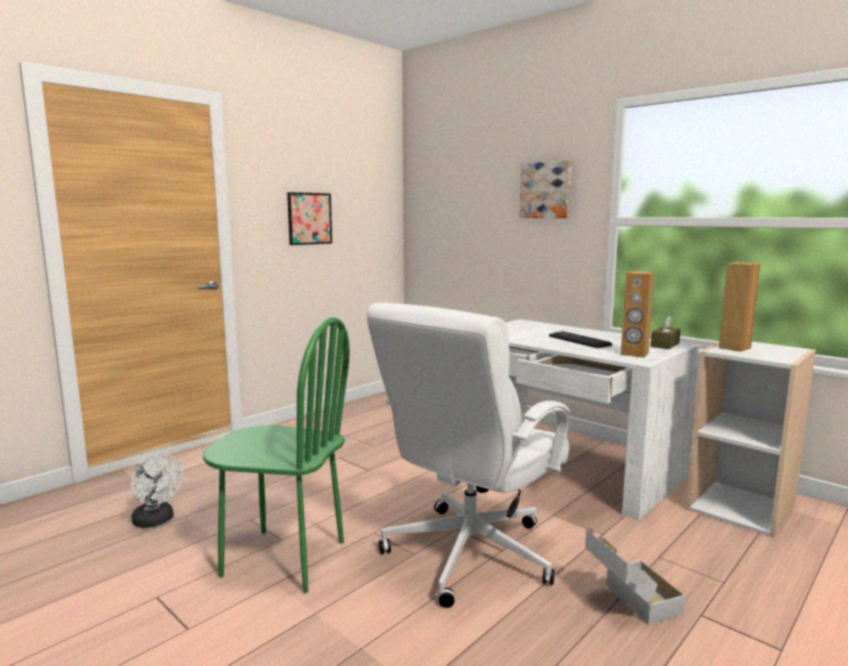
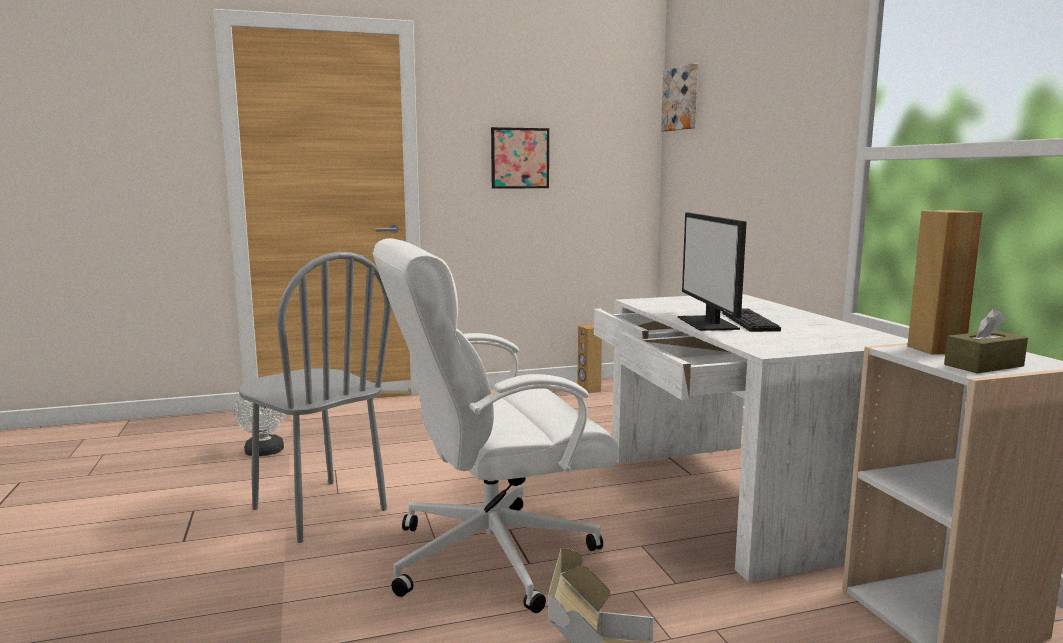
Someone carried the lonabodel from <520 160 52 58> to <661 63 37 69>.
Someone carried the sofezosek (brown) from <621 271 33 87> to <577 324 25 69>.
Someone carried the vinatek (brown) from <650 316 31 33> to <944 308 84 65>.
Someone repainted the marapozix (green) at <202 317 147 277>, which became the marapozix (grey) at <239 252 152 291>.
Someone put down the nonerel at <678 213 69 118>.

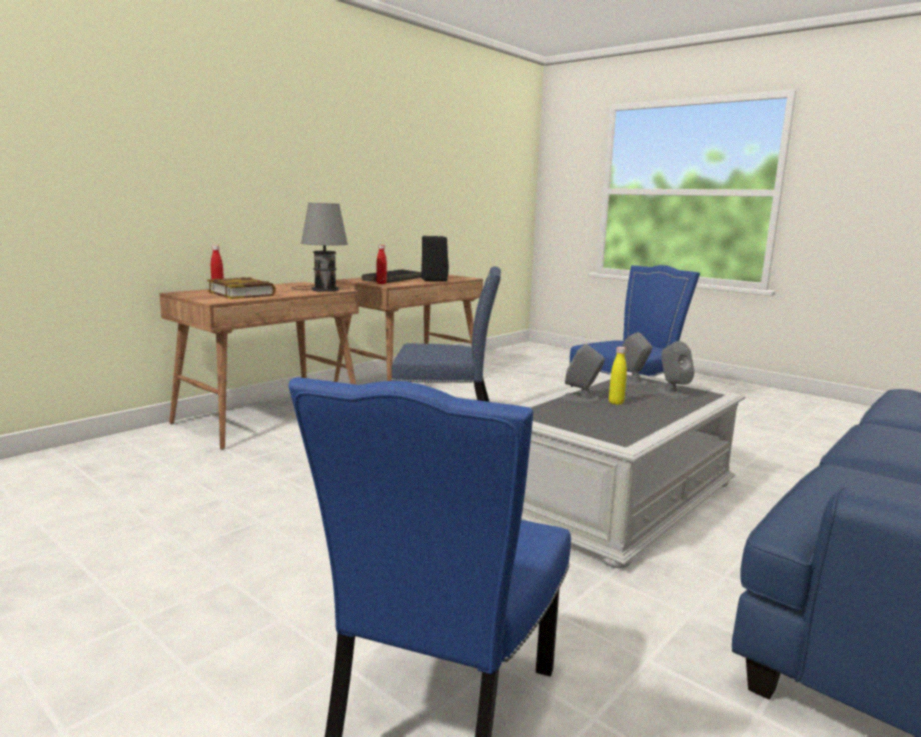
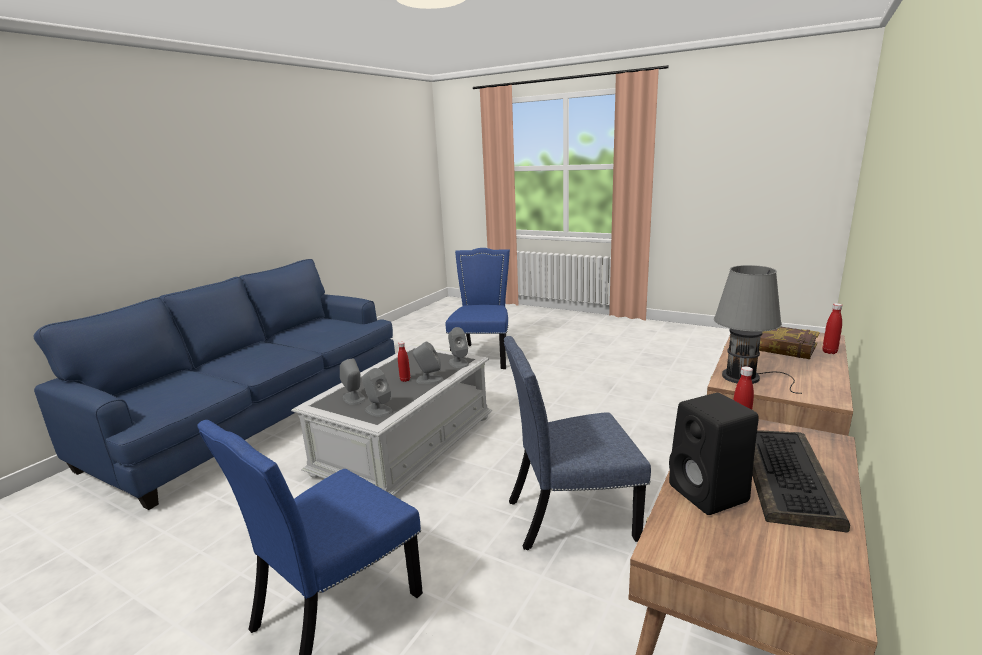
Someone repainted the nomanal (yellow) at <609 347 18 58>, which became the nomanal (red) at <398 342 12 40>.
Someone put down the sofezosek (grey) at <448 327 21 41>.

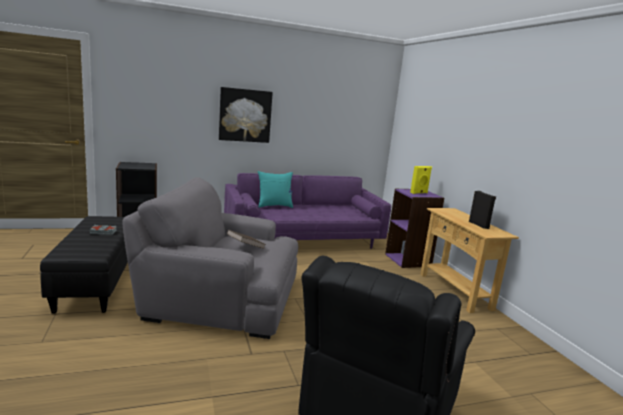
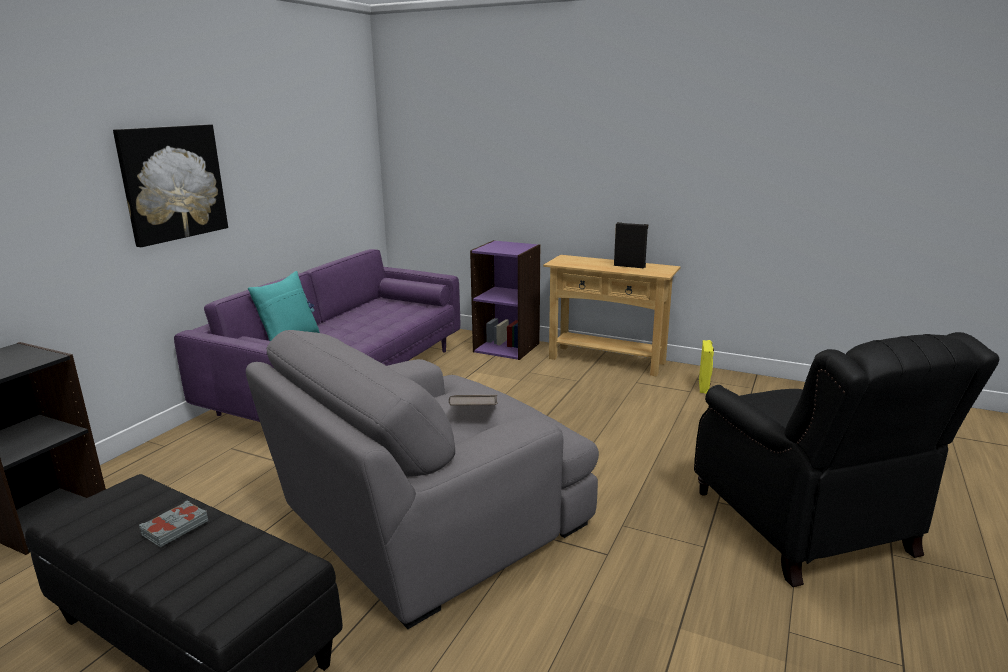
Someone carried the sofezosek (yellow) from <410 166 22 28> to <699 340 15 54>.

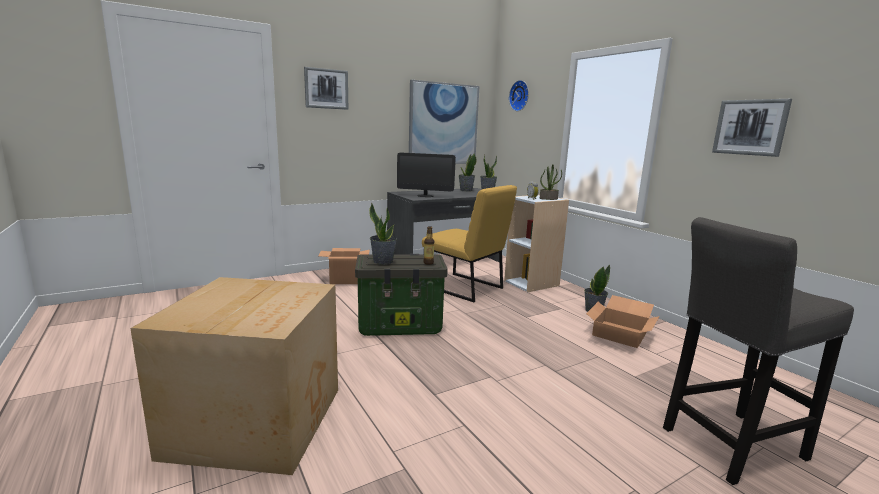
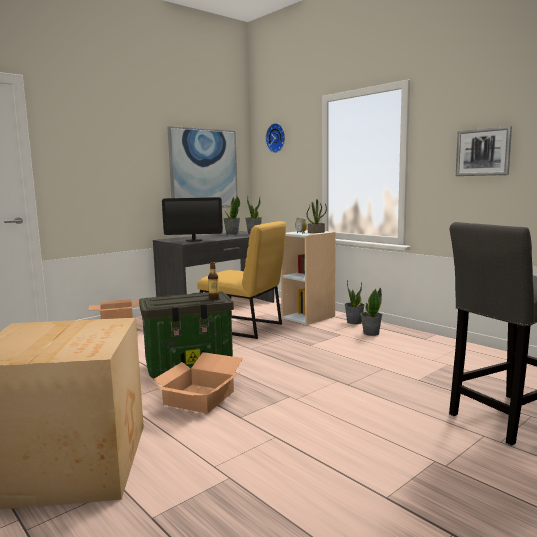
Someone took away the lonabodel at <304 67 44 43>.
Someone carried the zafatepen from <369 203 28 62> to <344 280 21 44>.
Someone carried the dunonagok from <586 295 73 53> to <149 352 94 62>.

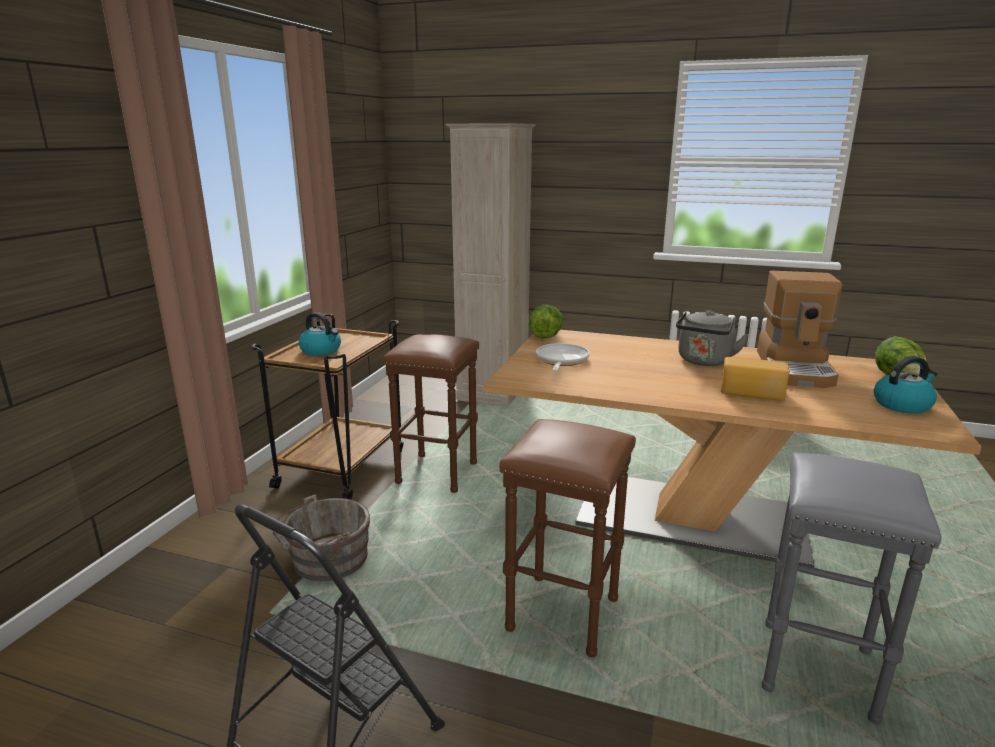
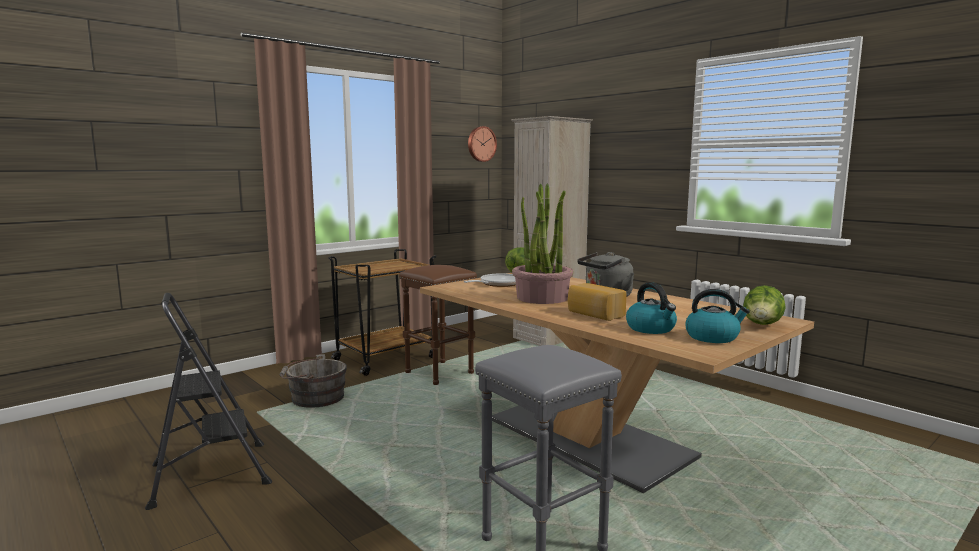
Someone took away the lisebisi at <757 271 86 117>.
Someone carried the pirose from <299 312 42 44> to <626 282 51 52>.
Someone took away the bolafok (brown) at <499 419 137 238>.
Someone put up the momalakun at <468 126 29 36>.
Someone put down the zafatepen at <512 183 61 121>.

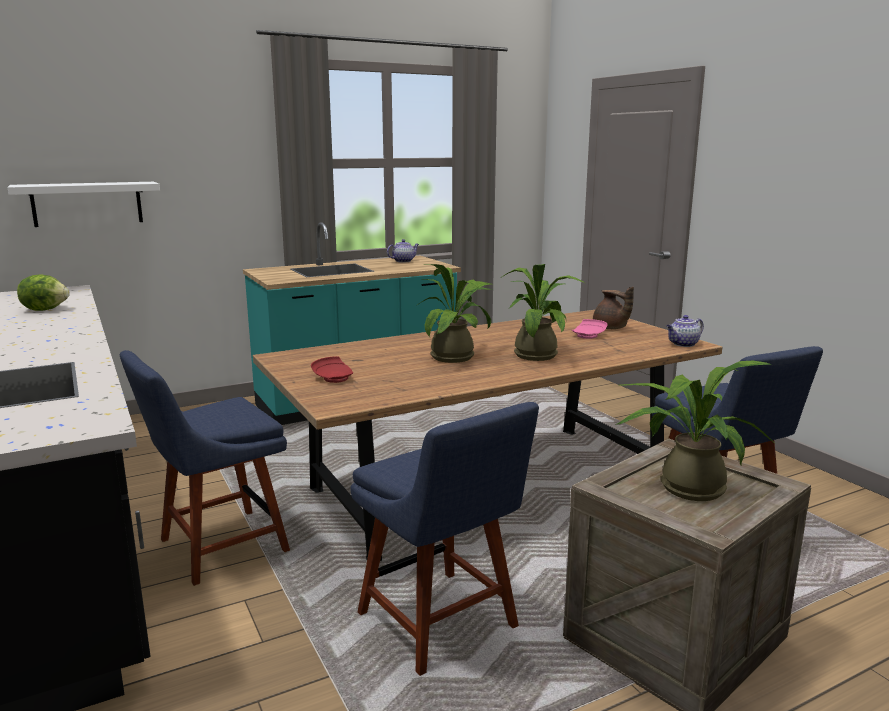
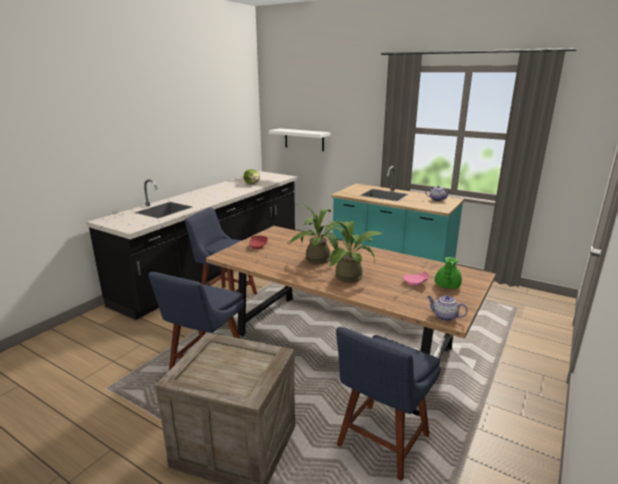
Someone repainted the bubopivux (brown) at <593 287 41 42>, which became the bubopivux (green) at <435 257 27 32>.
Someone took away the zafatepen at <615 360 160 141>.

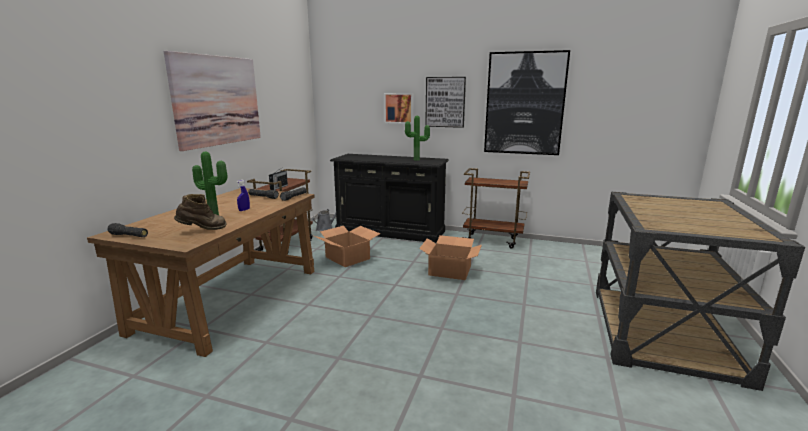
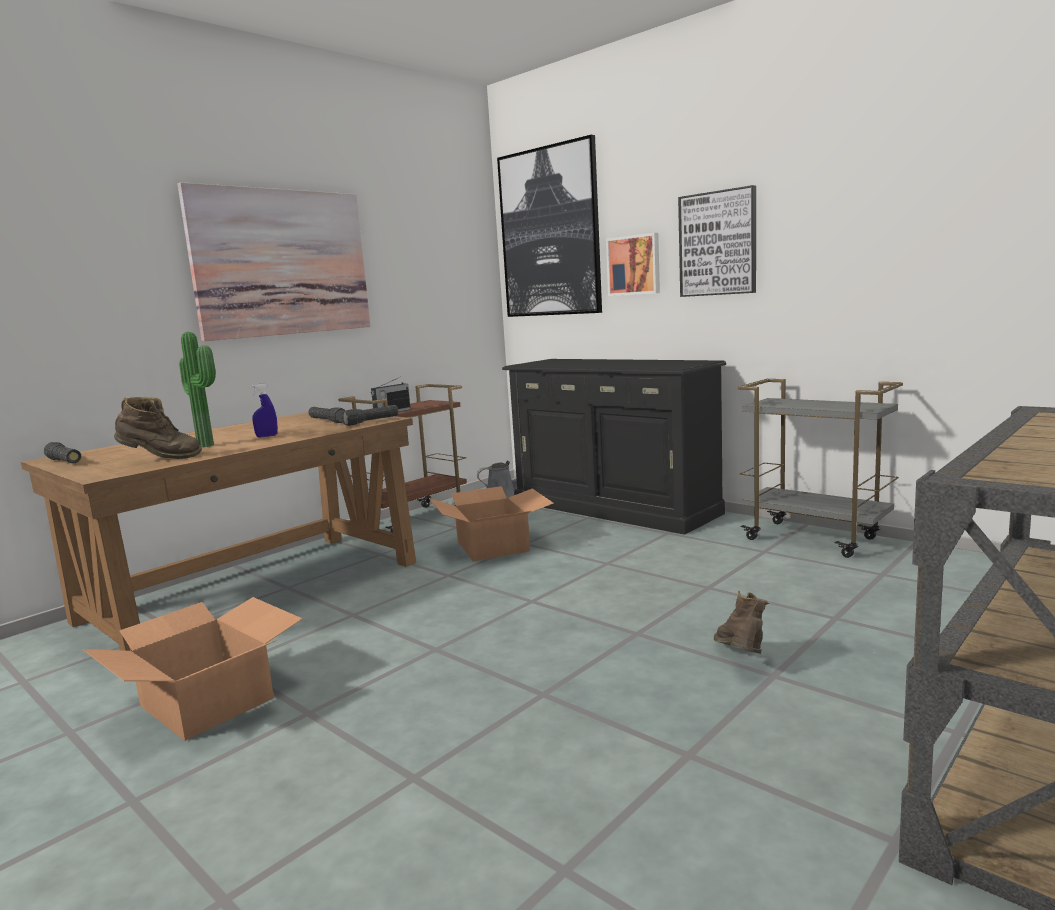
Someone carried the lonabodel from <484 50 86 105> to <497 135 105 182>.
Someone took away the zafatepen at <405 116 25 45>.
Someone repainted the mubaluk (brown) at <462 168 68 81>, which became the mubaluk (grey) at <738 379 165 179>.
Someone carried the dunonagok from <419 235 63 45> to <83 597 220 144>.
Someone put down the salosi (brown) at <714 591 55 63>.

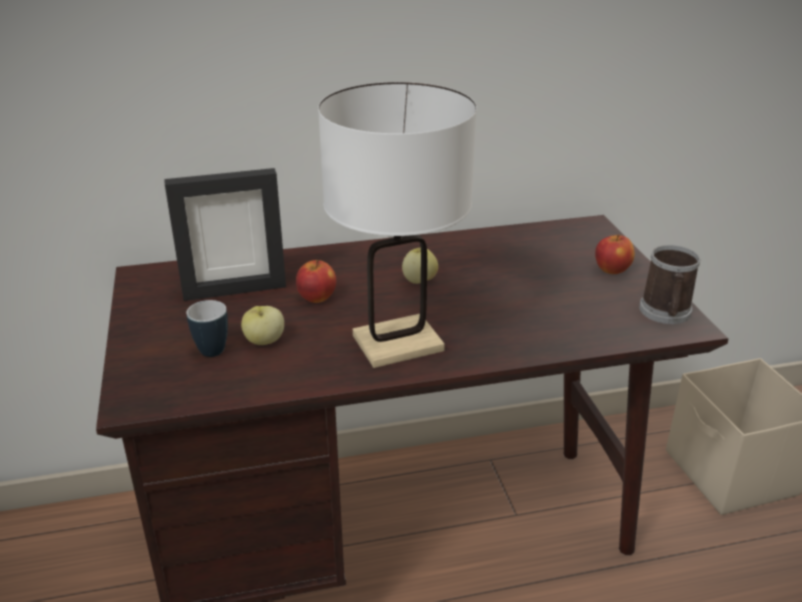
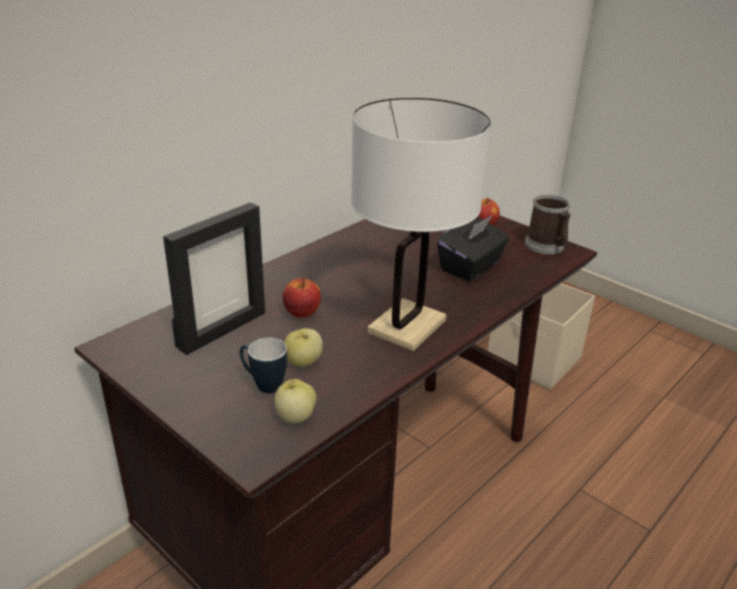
Someone carried the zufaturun from <402 248 36 36> to <274 379 43 45>.
Someone put down the vinatek (black) at <437 215 73 66>.

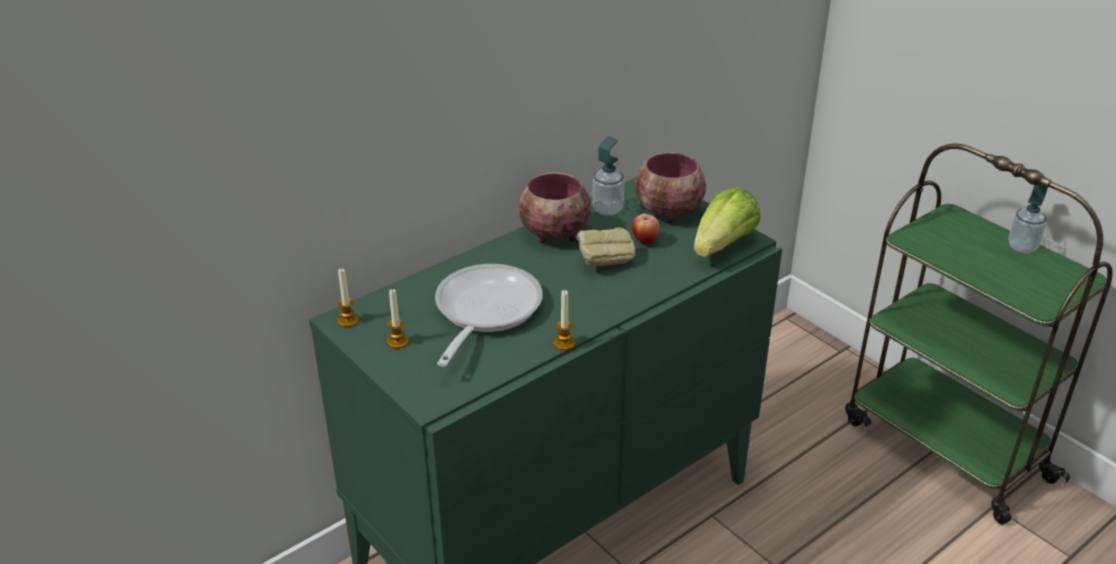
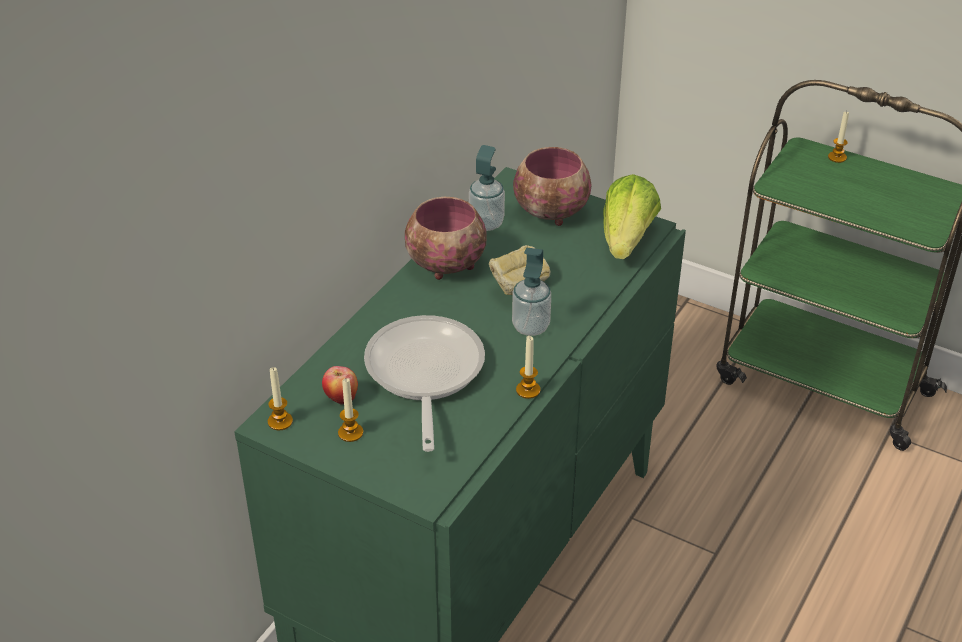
Someone carried the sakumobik from <1009 185 39 68> to <512 248 39 88>.
Someone carried the zufaturun from <632 214 28 31> to <322 366 36 39>.
Someone put down the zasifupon at <828 111 21 52>.

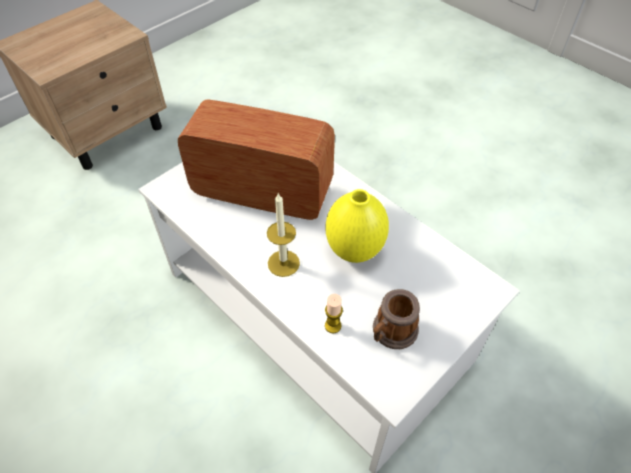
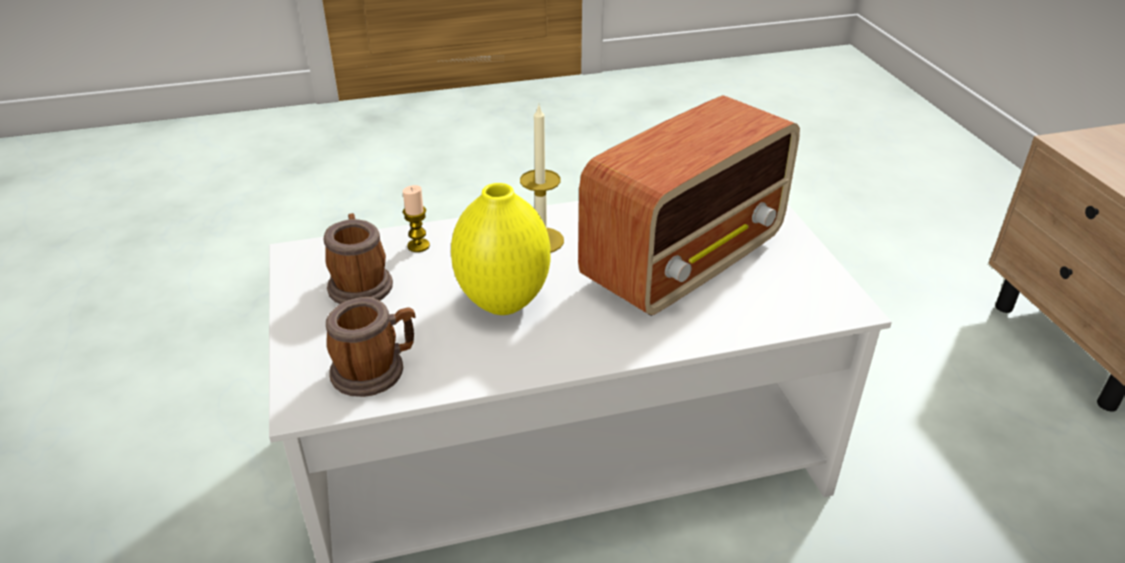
Someone put down the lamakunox at <326 297 90 100>.

